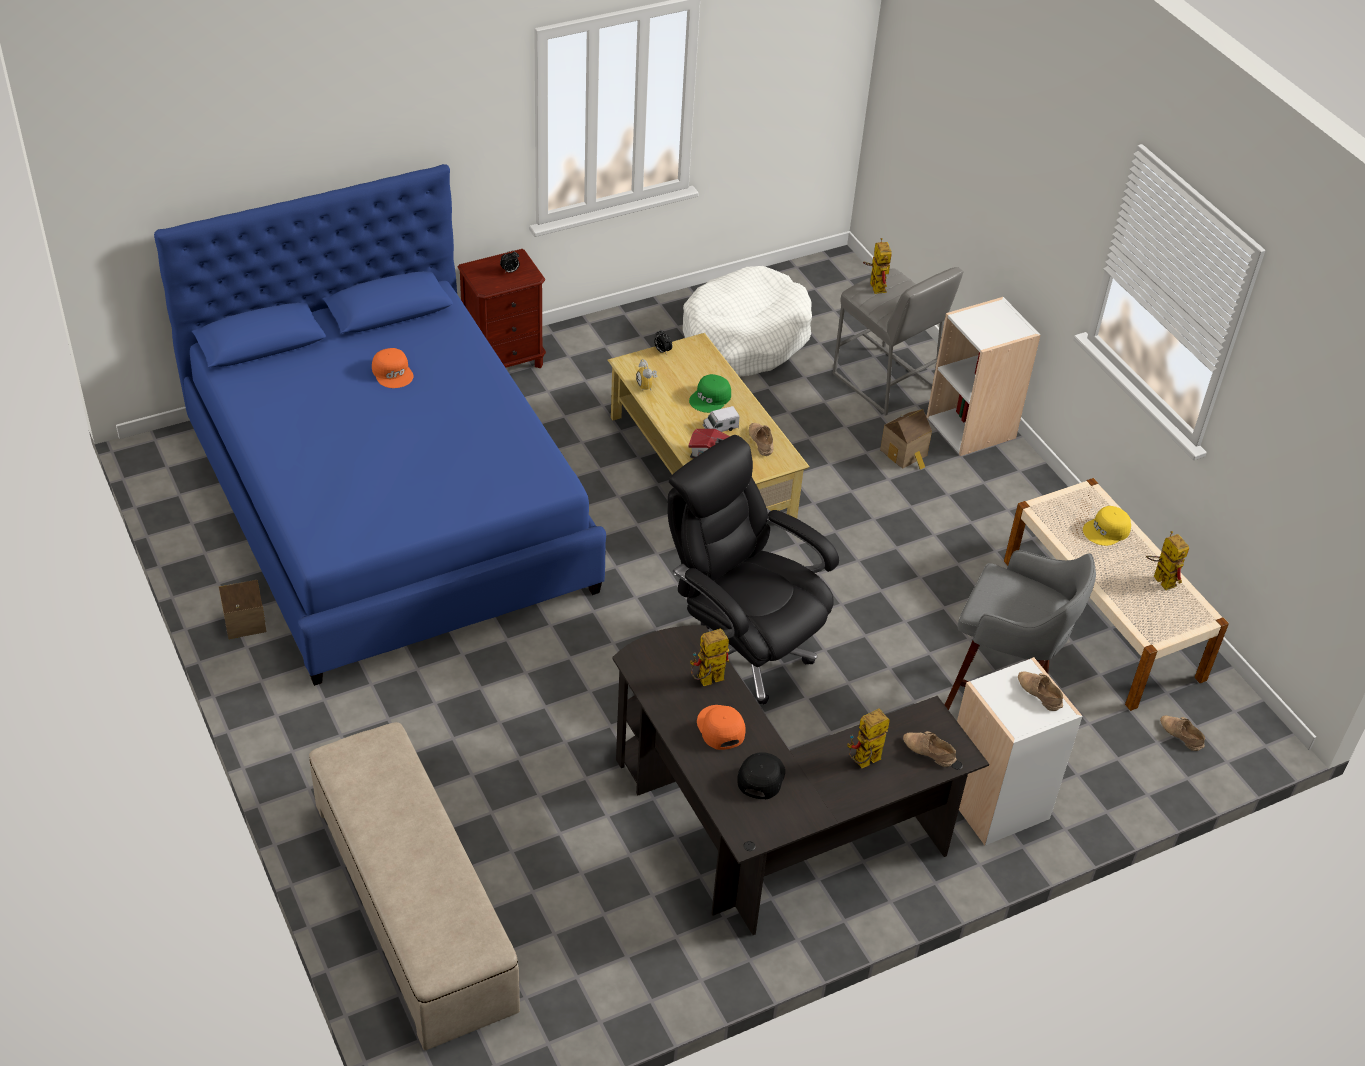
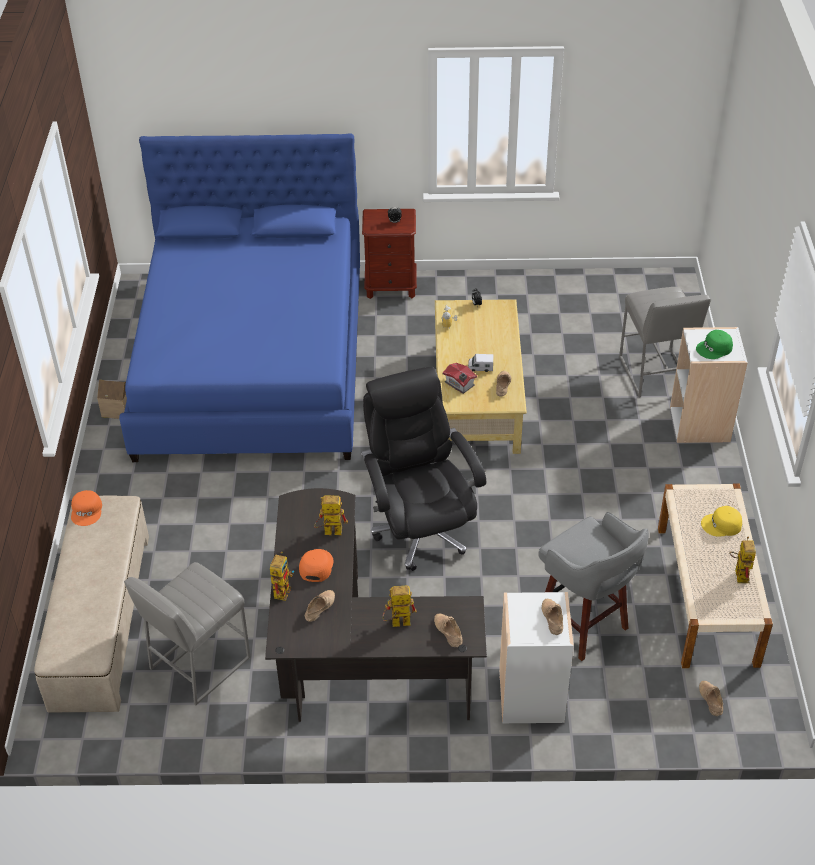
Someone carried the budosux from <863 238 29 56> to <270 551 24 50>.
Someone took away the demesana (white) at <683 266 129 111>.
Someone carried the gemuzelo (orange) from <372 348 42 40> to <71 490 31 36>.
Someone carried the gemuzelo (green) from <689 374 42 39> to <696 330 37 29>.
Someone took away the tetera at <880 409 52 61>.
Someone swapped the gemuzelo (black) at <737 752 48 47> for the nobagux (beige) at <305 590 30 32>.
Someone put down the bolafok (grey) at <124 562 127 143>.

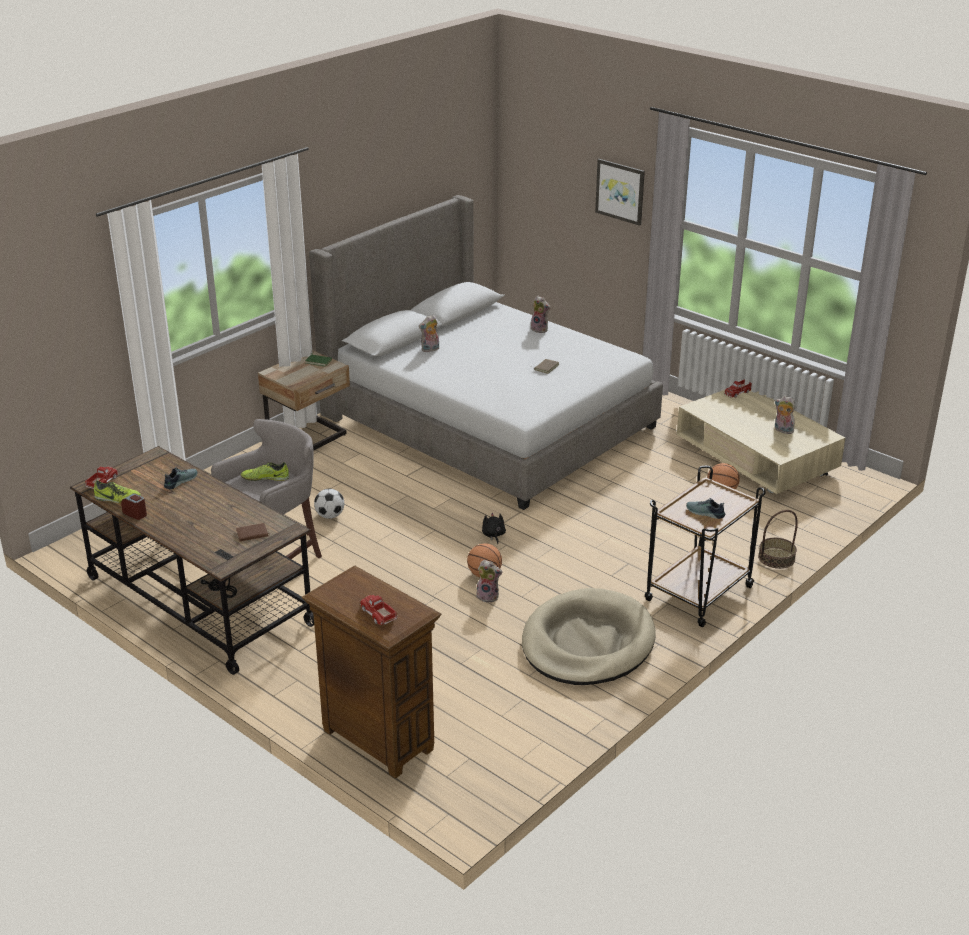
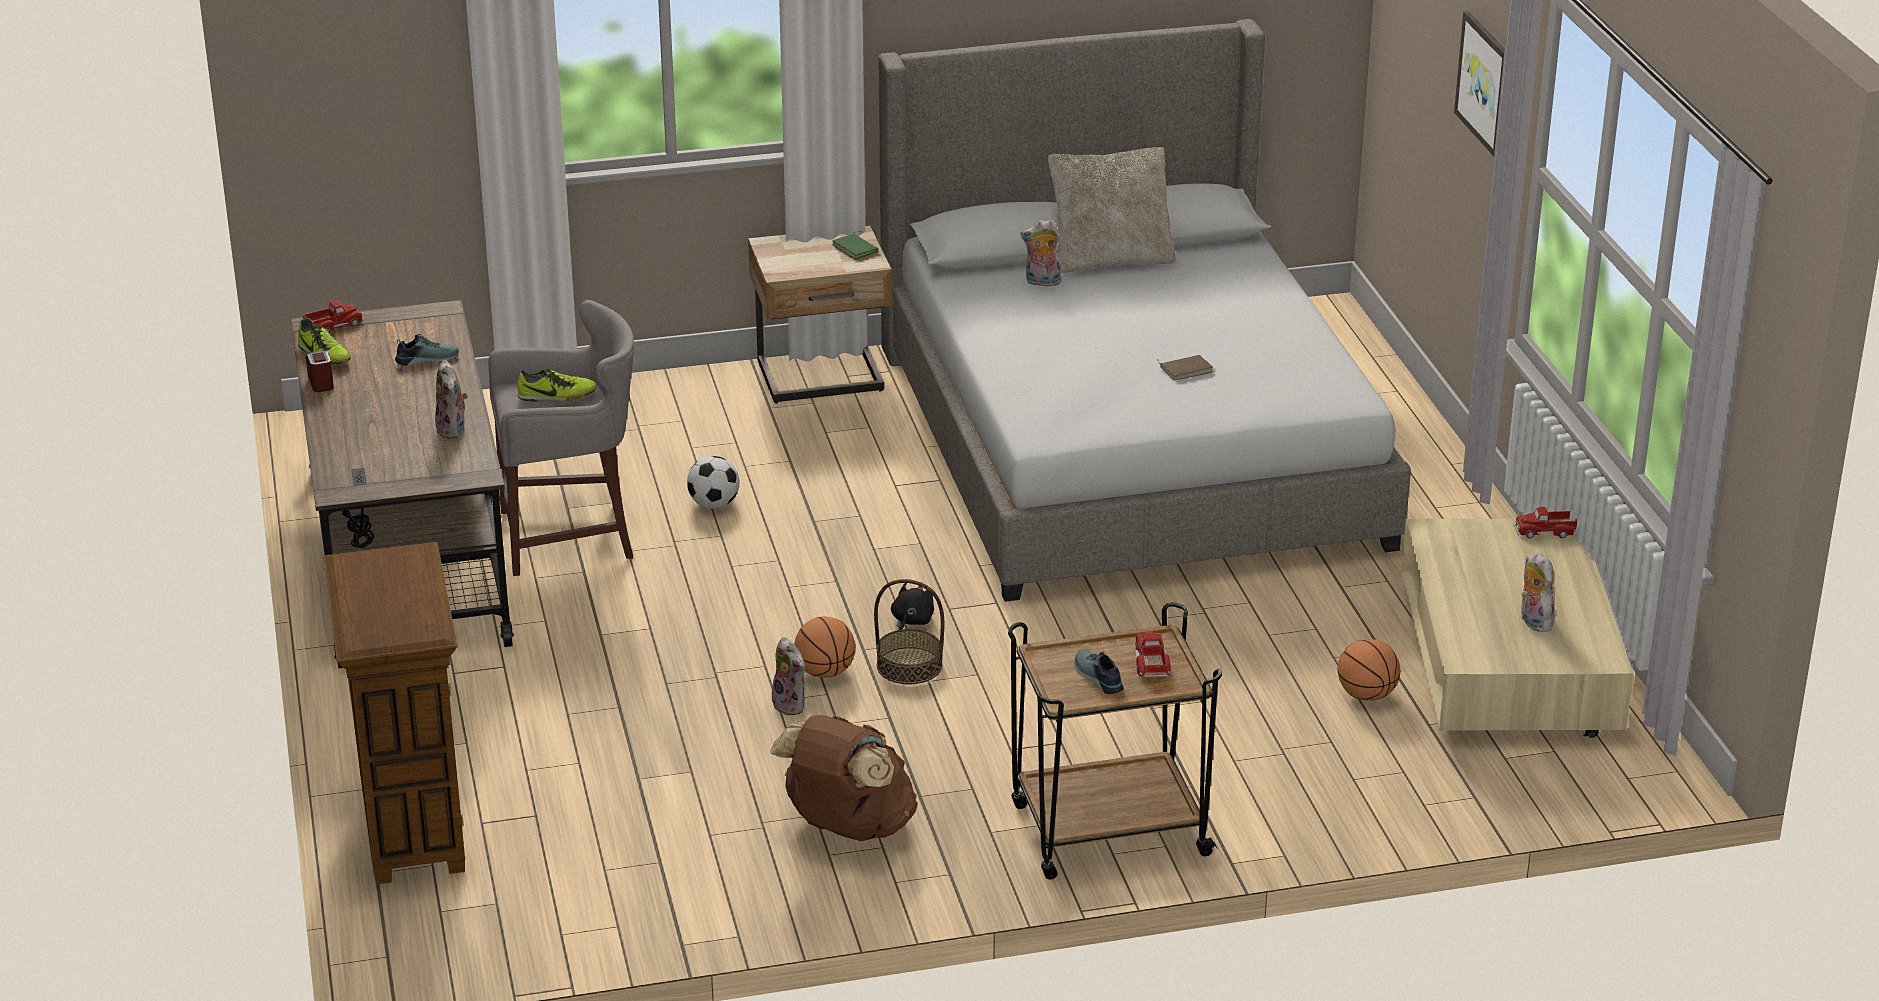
Someone carried the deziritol from <531 296 19 37> to <435 360 33 79>.
Someone rotated the nobagux at <241 462 48 19> by 150 degrees clockwise.
Someone carried the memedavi from <758 510 40 59> to <874 579 70 105>.
Someone took away the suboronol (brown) at <236 523 34 18>.
Someone swapped the demesana (beige) at <522 588 133 97> for the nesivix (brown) at <770 715 148 126>.
Someone carried the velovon from <360 595 37 30> to <1135 631 36 46>.
Someone put down the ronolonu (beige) at <1048 147 128 126>.

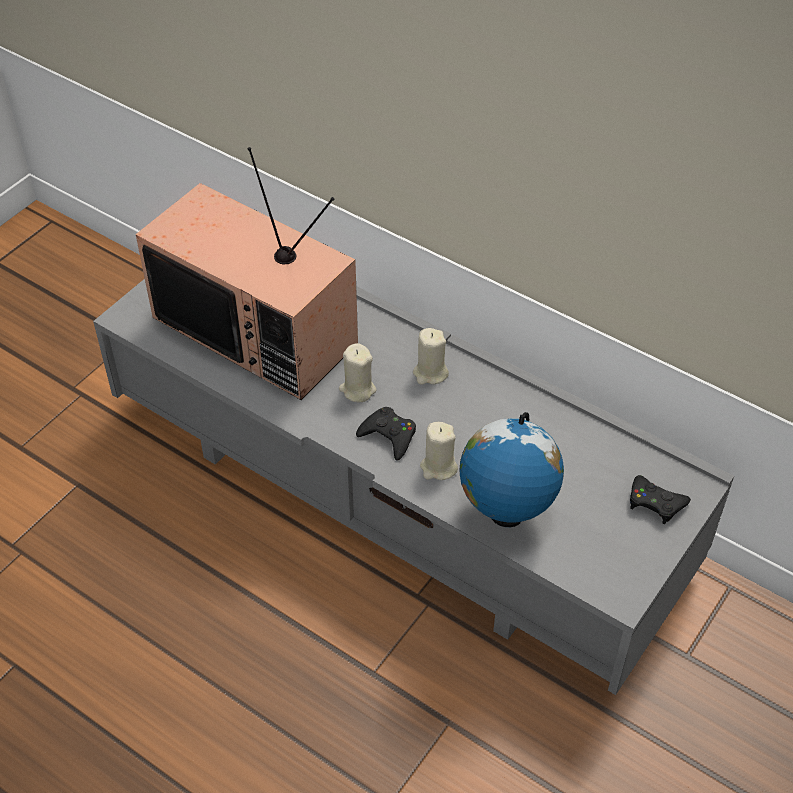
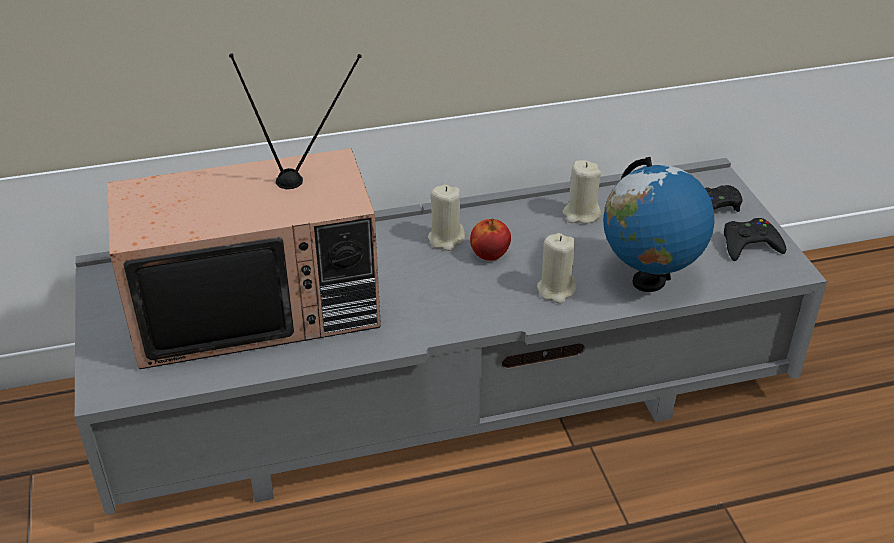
Someone carried the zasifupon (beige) from <339 343 38 59> to <563 160 38 64>.
Someone carried the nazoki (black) from <356 407 60 54> to <724 218 62 43>.
Someone put down the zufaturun at <470 219 41 42>.

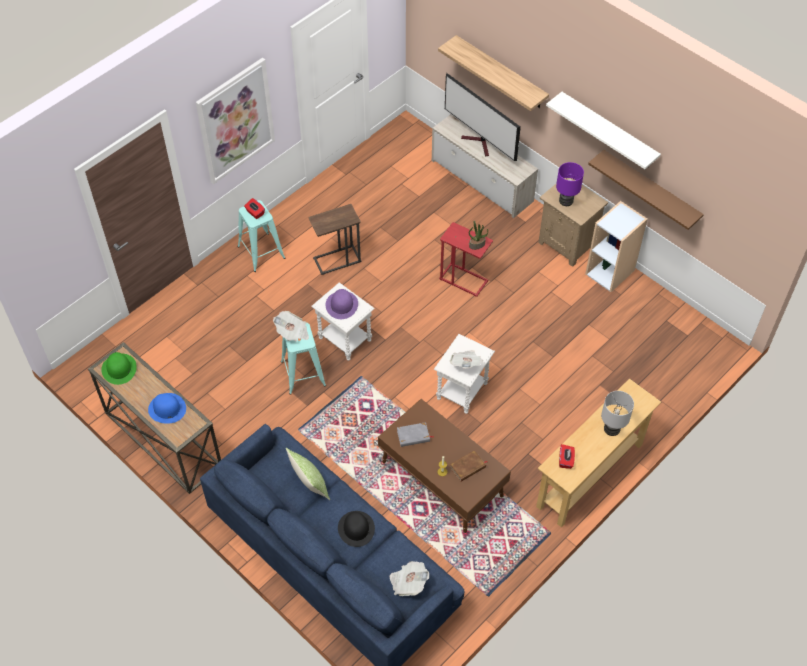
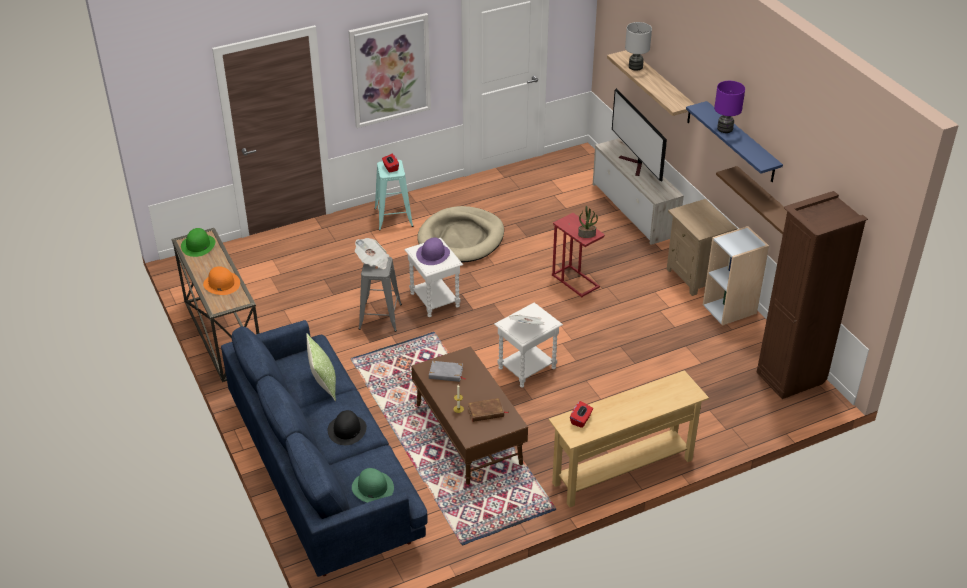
Someone repainted the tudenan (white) at <546 92 115 77>, which became the tudenan (blue) at <686 101 97 81>.
Someone carried the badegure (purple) from <556 162 28 44> to <714 81 31 52>.
Someone swapped the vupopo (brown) at <309 204 53 71> for the demesana (beige) at <417 206 87 56>.
Someone repainted the bolafok (turquoise) at <281 323 45 72>, which became the bolafok (grey) at <358 257 44 75>.
Someone carried the badegure (grey) from <601 391 33 45> to <625 22 27 49>.
Someone repainted the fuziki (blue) at <148 393 38 31>, which became the fuziki (orange) at <203 266 37 29>.
Someone swapped the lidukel at <389 561 40 35> for the fuziki (green) at <352 468 42 35>.
Someone put down the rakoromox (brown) at <757 191 111 208>.

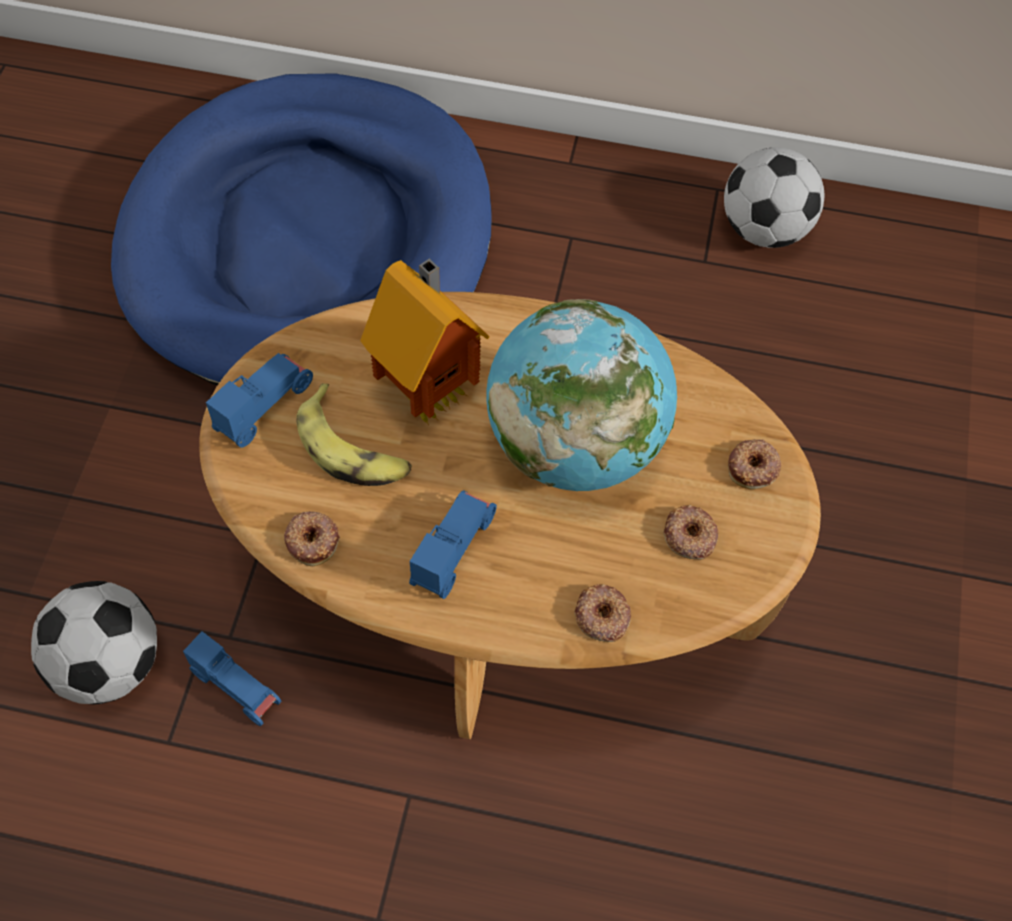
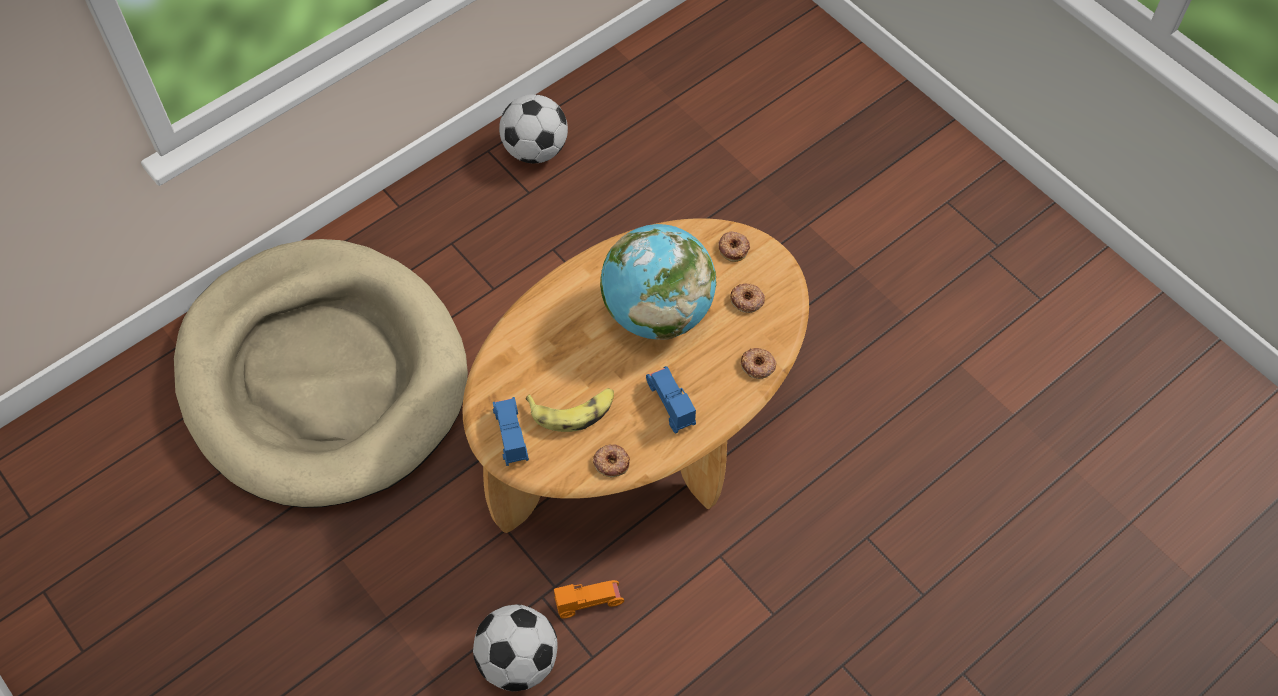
Someone repainted the demesana (blue) at <111 73 381 312>, which became the demesana (beige) at <174 239 294 269>.
Someone took away the tetera at <360 259 130 166>.
Someone repainted the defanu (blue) at <183 631 99 95>, which became the defanu (orange) at <554 580 70 39>.

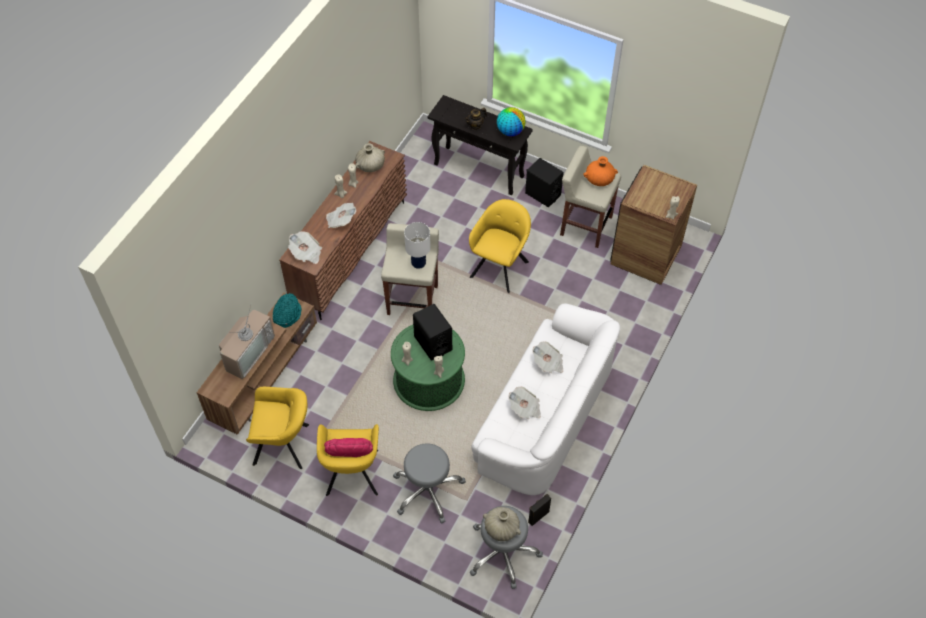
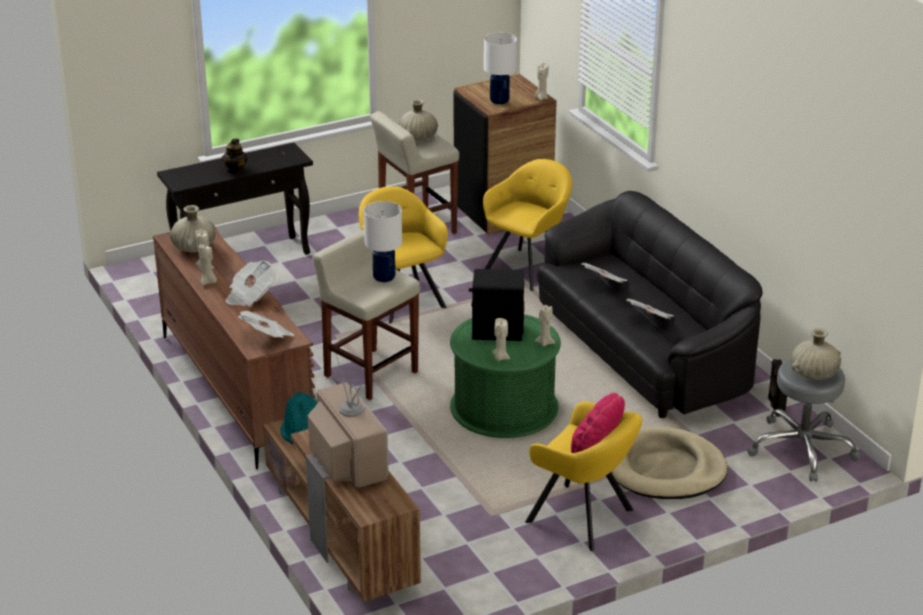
Someone took away the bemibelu at <497 107 29 29>.
Someone repainted the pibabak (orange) at <583 156 35 30>, which became the pibabak (beige) at <398 99 40 43>.
Someone took away the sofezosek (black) at <525 158 39 49>.
Someone repainted the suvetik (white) at <471 304 149 191>, which became the suvetik (black) at <537 191 226 227>.
Someone carried the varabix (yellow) from <246 387 63 82> to <483 159 89 132>.
Someone swapped the bolafok (grey) at <393 443 73 80> for the demesana (beige) at <612 427 115 72>.
Someone put down the badegure (white) at <484 33 33 71>.

